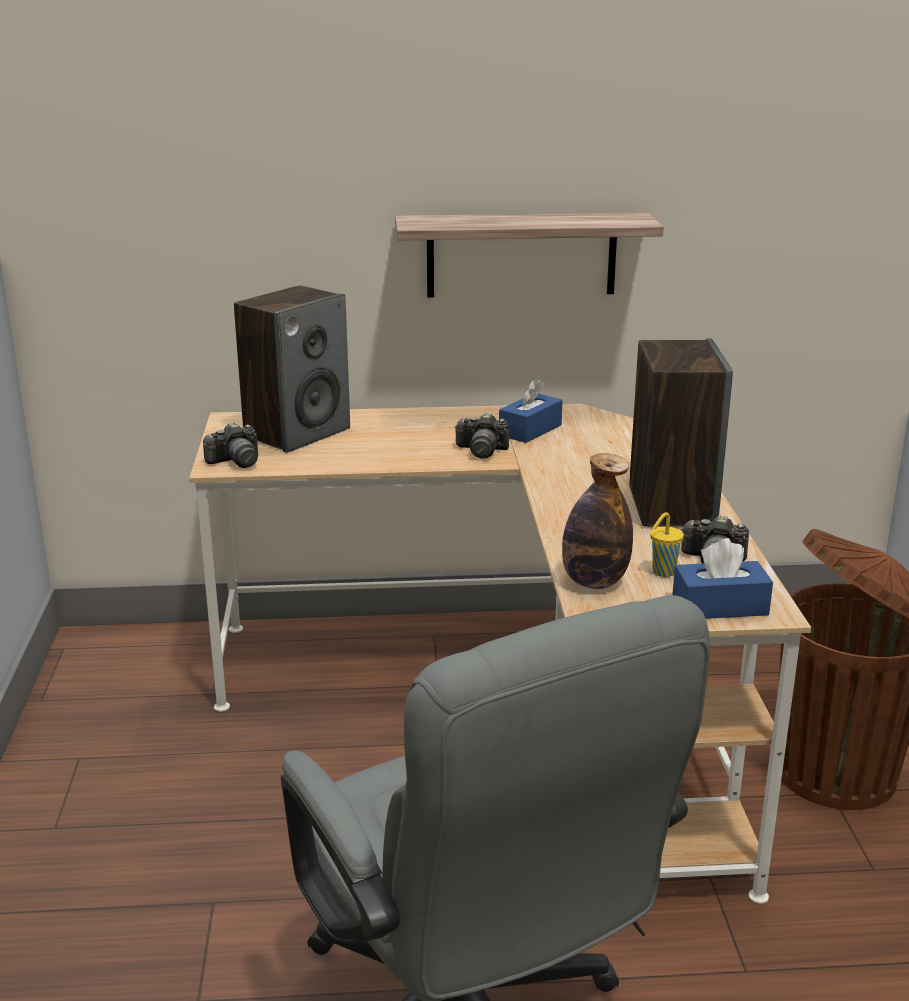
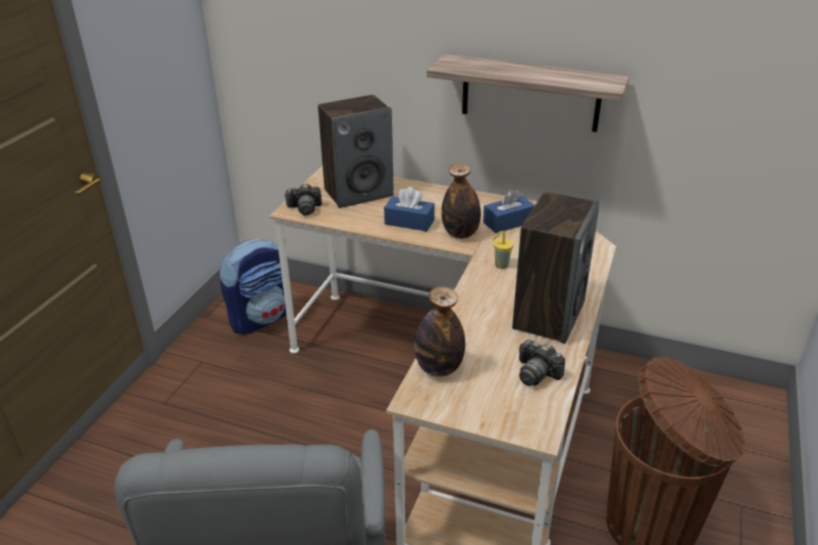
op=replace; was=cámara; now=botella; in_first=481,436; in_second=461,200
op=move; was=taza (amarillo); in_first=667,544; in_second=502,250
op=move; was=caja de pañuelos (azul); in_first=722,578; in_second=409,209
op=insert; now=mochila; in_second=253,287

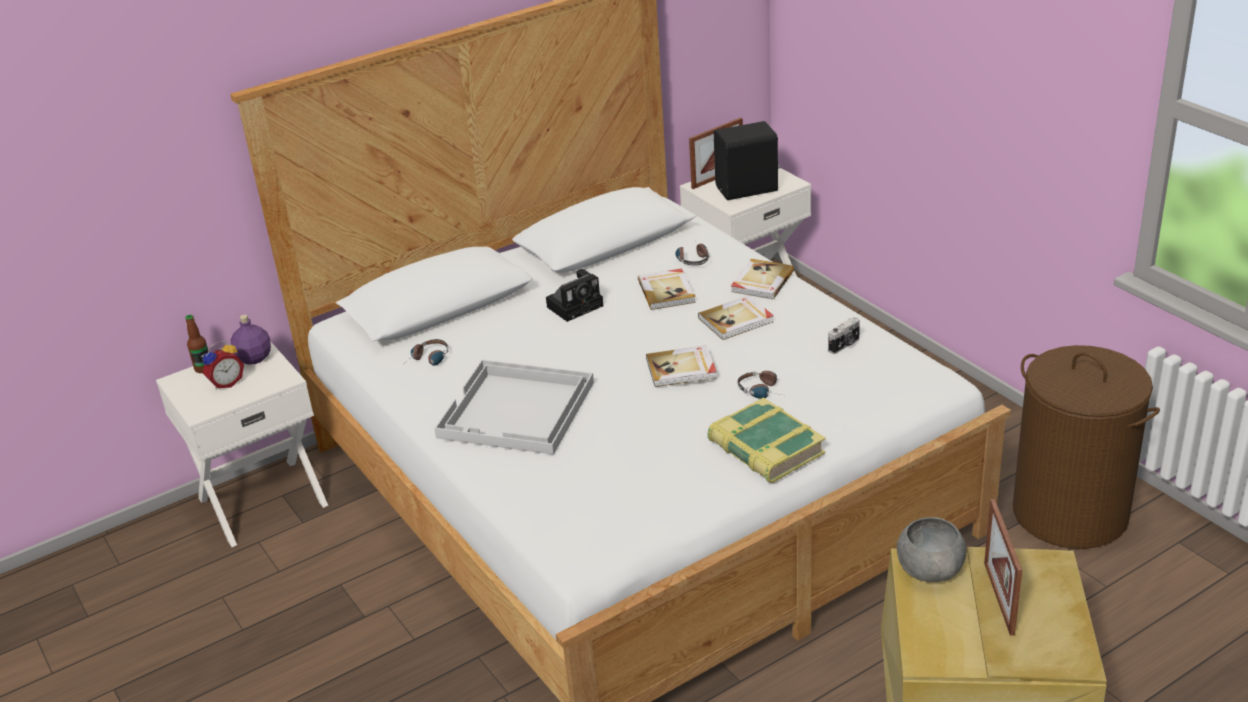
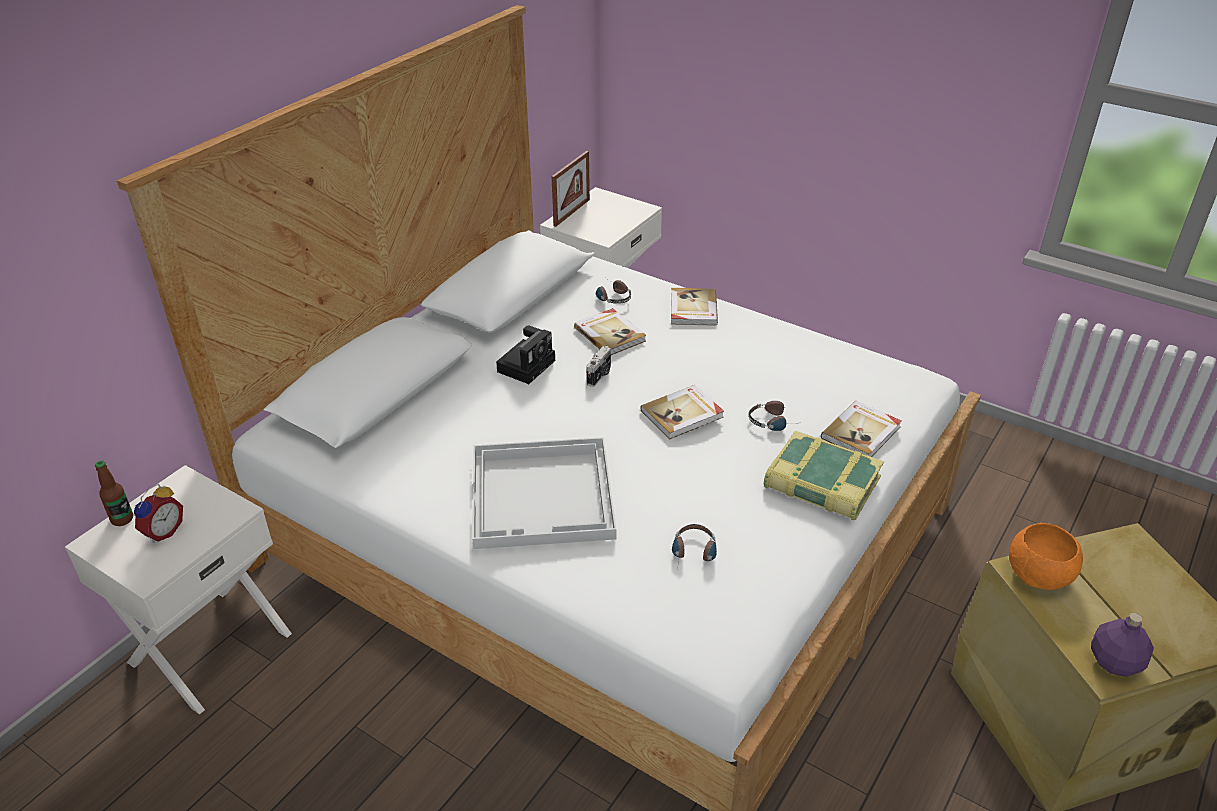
op=delete; was=altavoz (negro); in_first=747,160
op=move; was=libro; in_first=736,318; in_second=861,429
op=move; was=botella (morado); in_first=251,339; in_second=1122,645
op=move; was=cámara; in_first=844,335; in_second=598,366
op=move; was=auriculares; in_first=428,352; in_second=694,547
op=delete; was=cesto de la ropa (marrón); in_first=1086,447
op=delete; was=portarretratos; in_first=1003,567
op=recolor; was=cuenco (gris); now=cuenco (naranja); in_first=931,549; in_second=1046,556

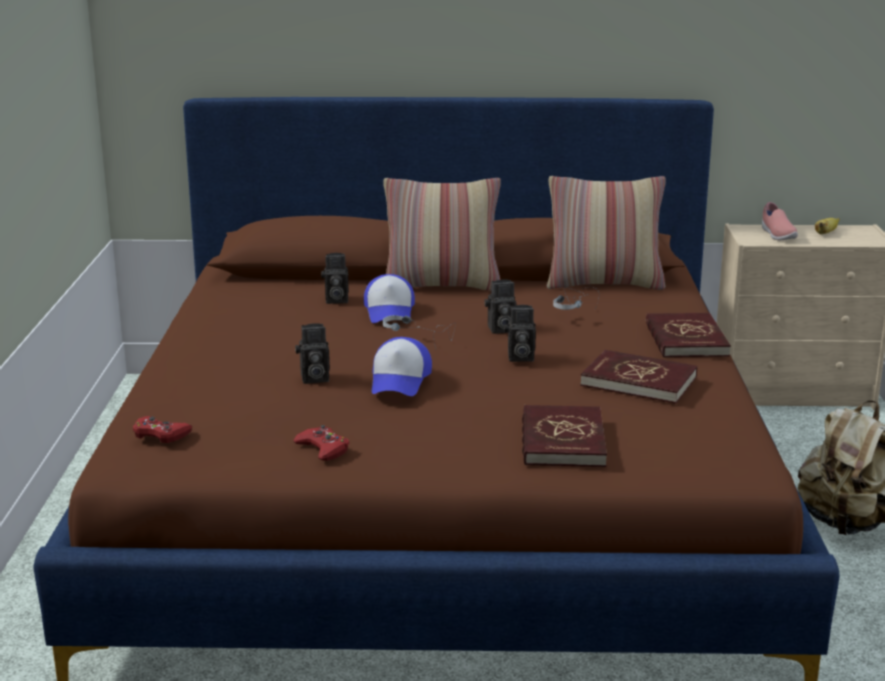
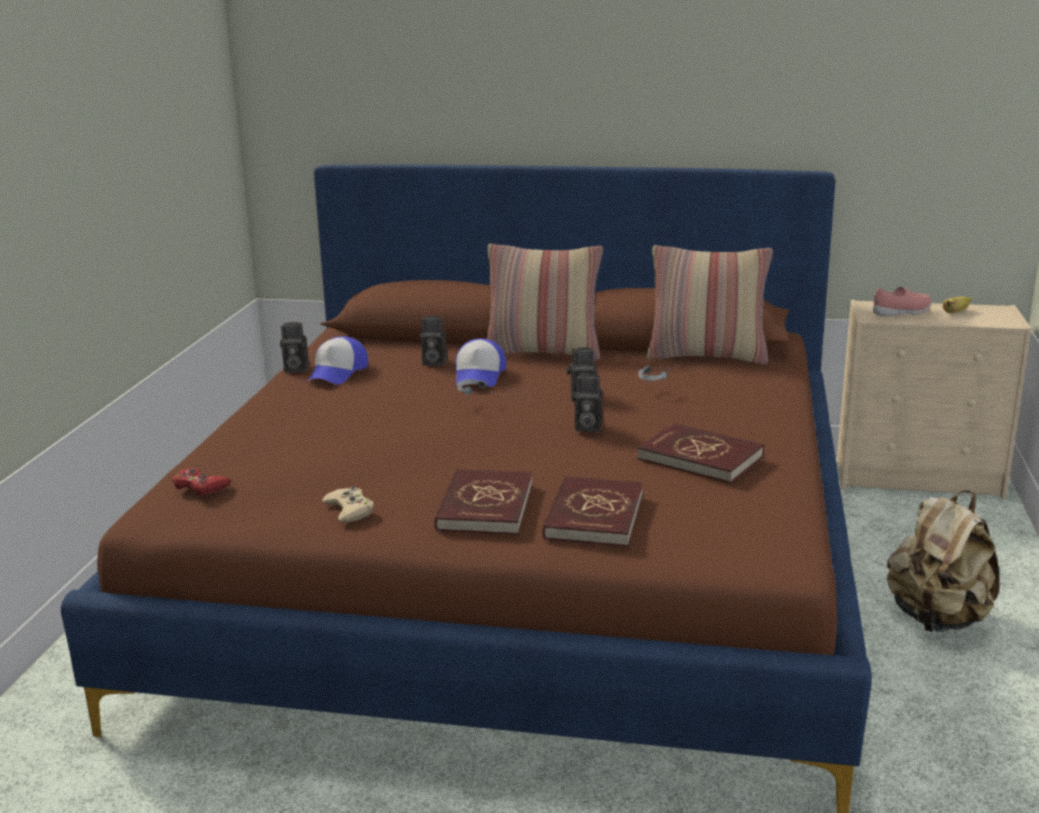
op=rotate; was=zapato (rosa); in_first=780,221; in_second=902,301; clockwise=-105
op=move; was=libro (rojo); in_first=688,335; in_second=483,502
op=move; was=cámara; in_first=312,353; in_second=294,347
op=move; was=gorra; in_first=402,366; in_second=338,360
op=recolor; was=mando de consola (rojo); now=mando de consola (beis); in_first=321,443; in_second=348,504

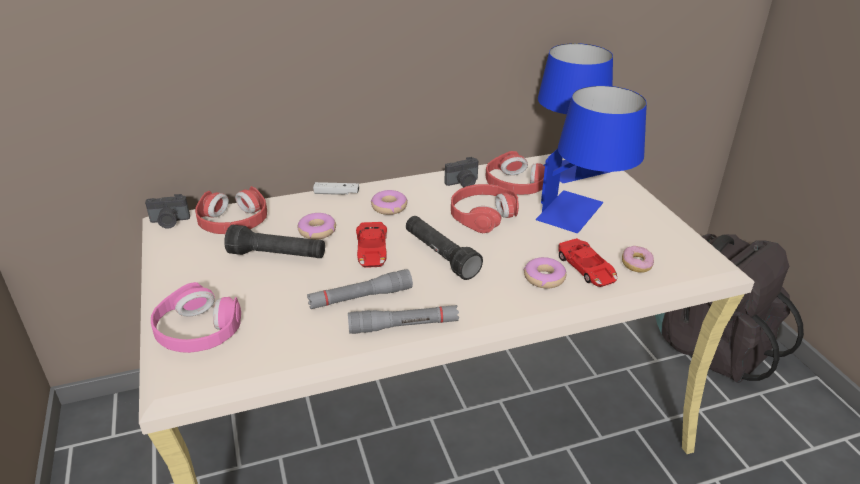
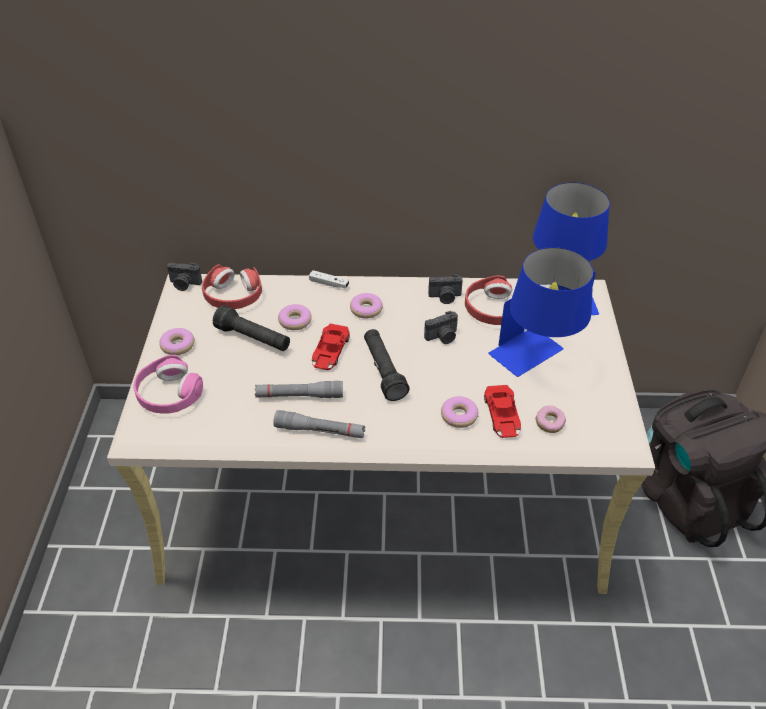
op=replace; was=auriculares (rojo); now=cámara; in_first=485,208; in_second=441,327
op=insert; now=rosquilla; in_second=177,341

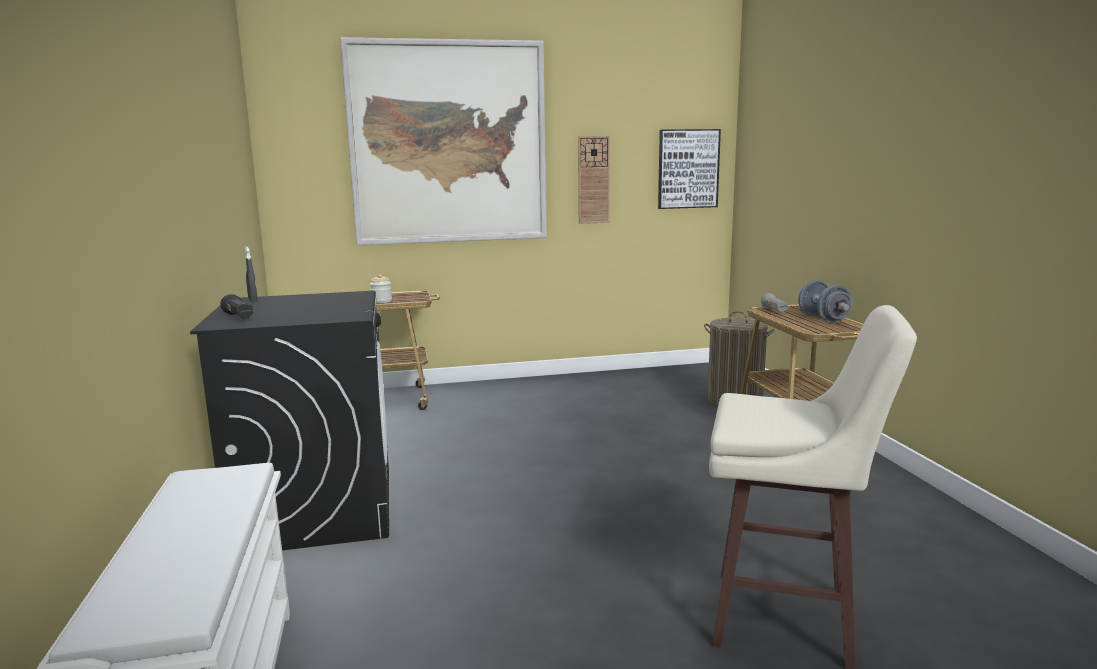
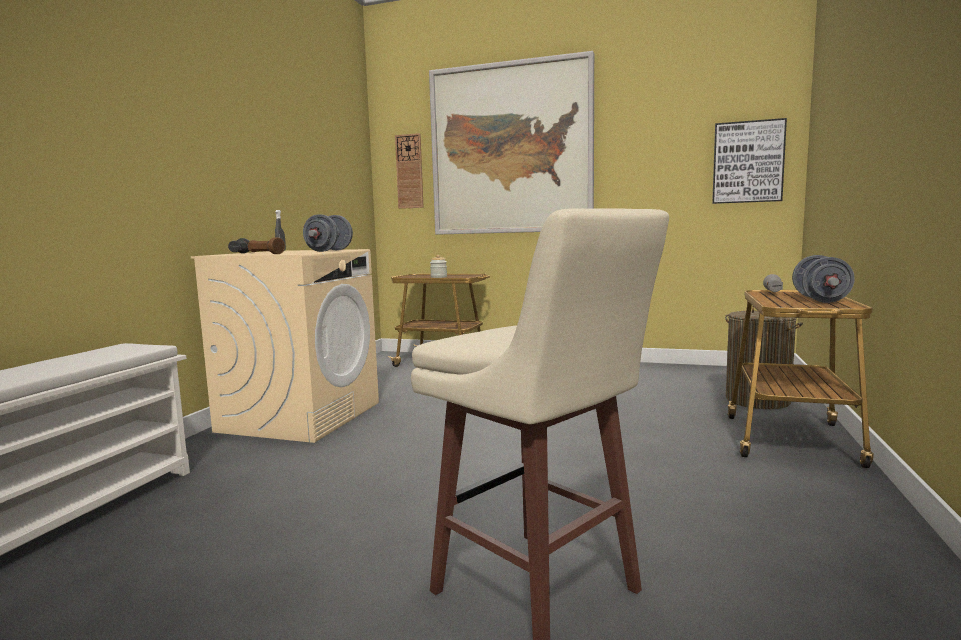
op=move; was=reloj de pared; in_first=594,180; in_second=409,171
op=recolor; was=lavadora (negro); now=lavadora (beis); in_first=289,420; in_second=285,346
op=insert; now=mancuerna (gris); in_second=328,233
op=insert; now=linterna (marrón); in_second=266,245

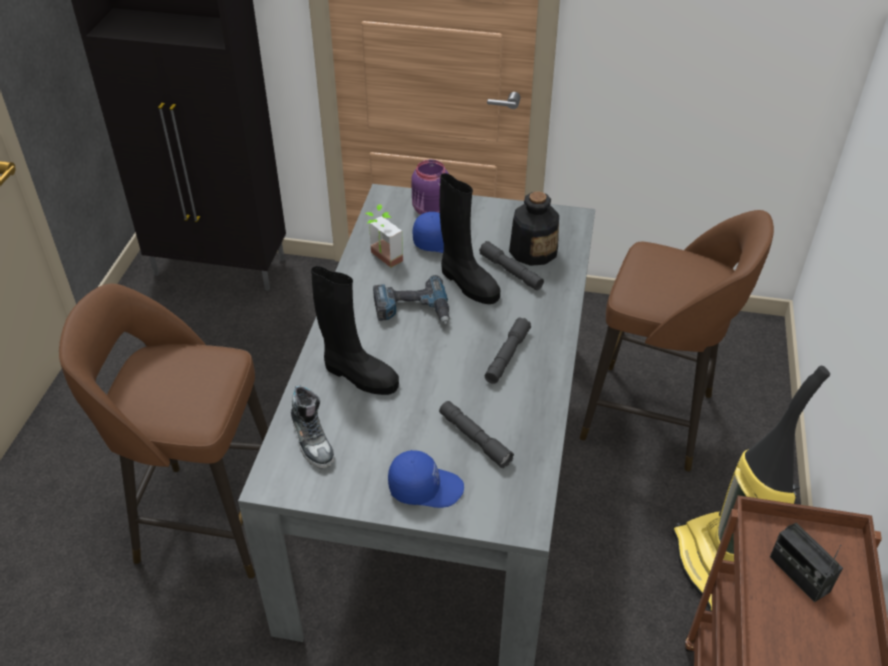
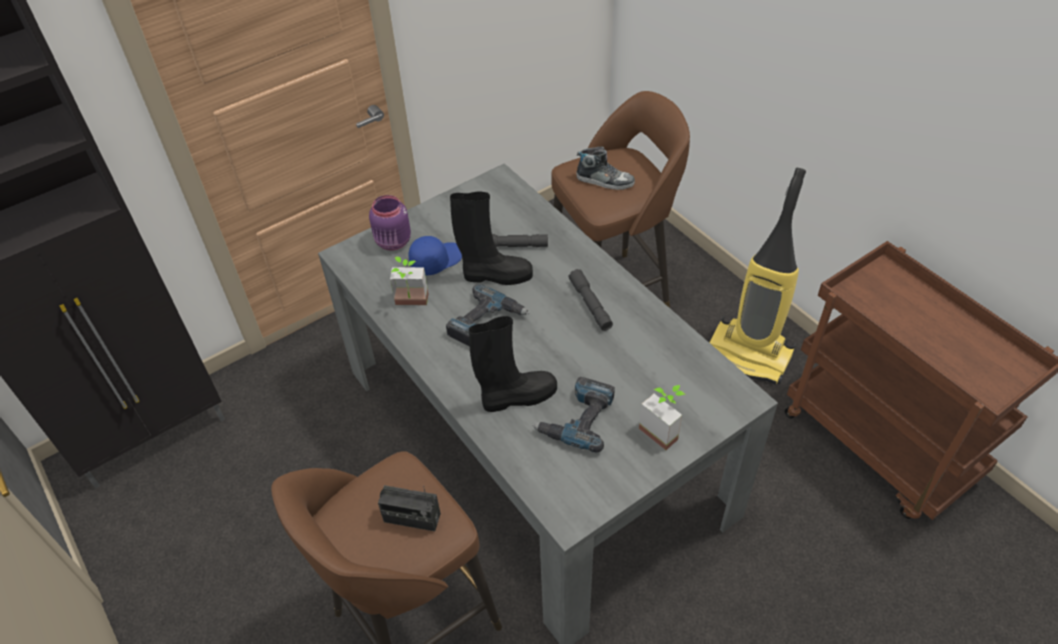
op=delete; was=botella; in_first=534,228
op=move; was=zapato; in_first=313,427; in_second=606,168
op=delete; was=linterna (gris); in_first=476,434
op=replace; was=gorra (azul); now=planta en maceta; in_first=426,479; in_second=662,417
op=move; was=radio; in_first=806,562; in_second=409,508
op=insert; now=taladro; in_second=573,414

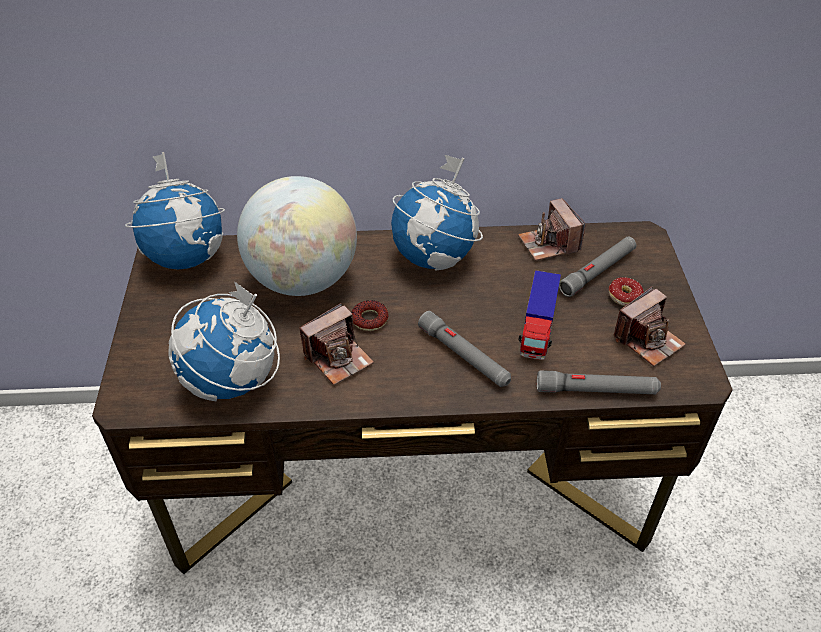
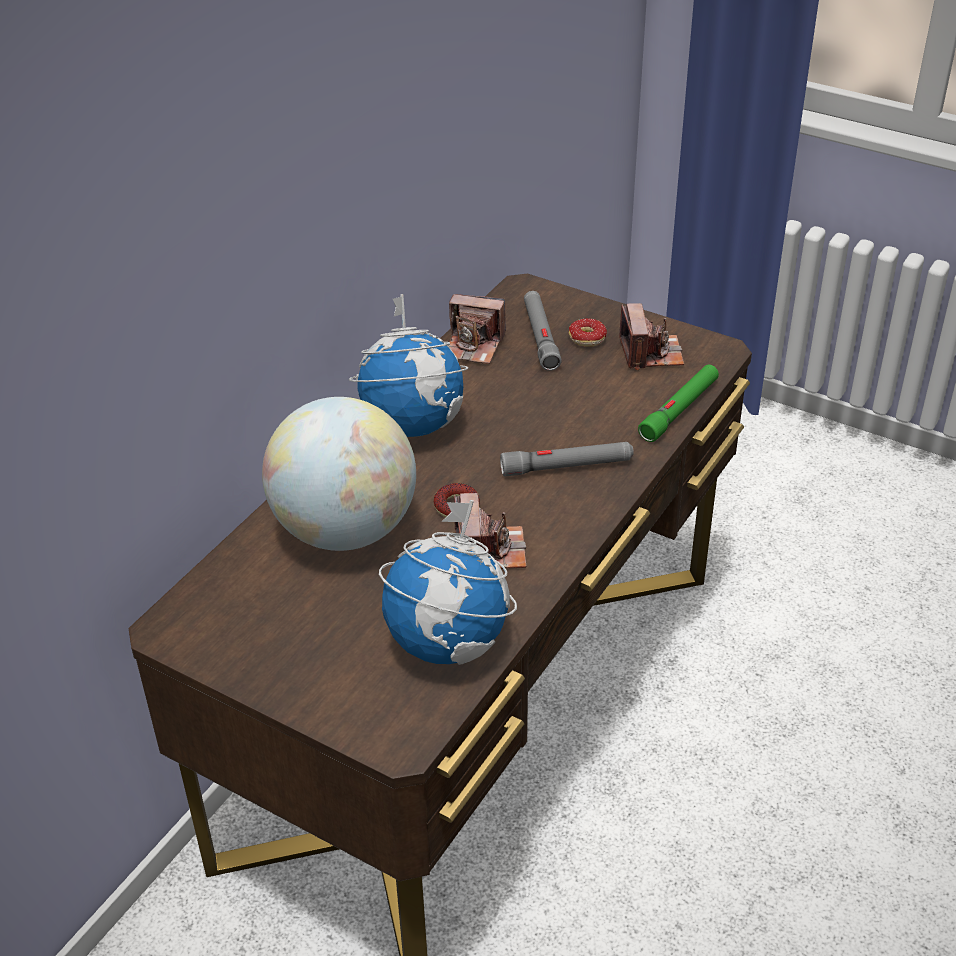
op=delete; was=globo terráqueo; in_first=175,211
op=delete; was=camión de juguete; in_first=539,315
op=recolor; was=linterna (gris); now=linterna (verde); in_first=599,382; in_second=678,403

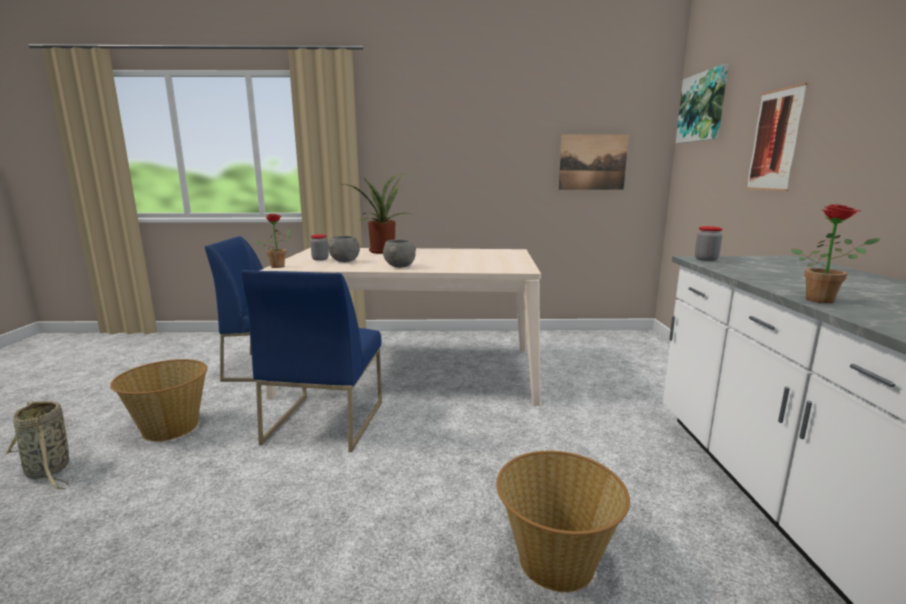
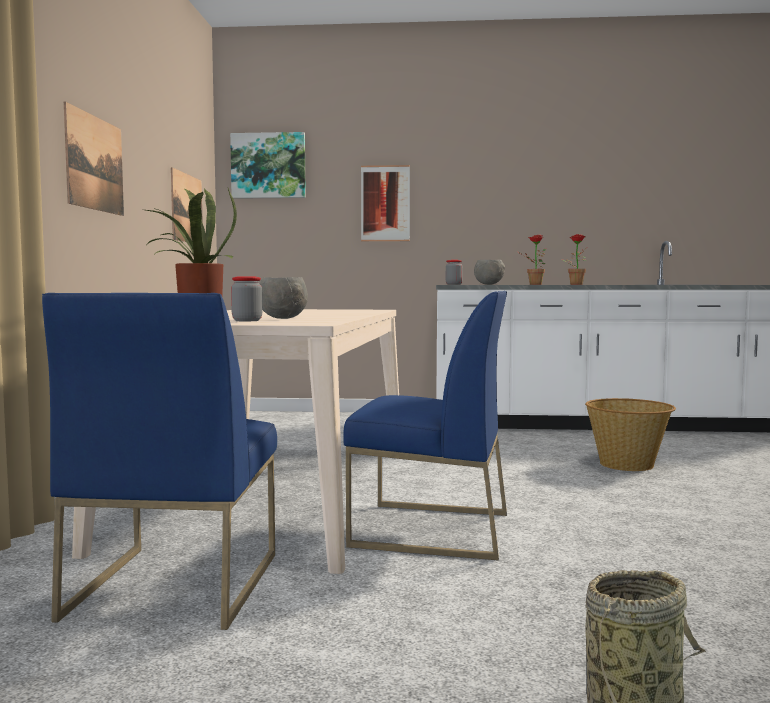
op=move; was=planta en maceta; in_first=273,241; in_second=532,260
op=move; was=cuenco (gris); in_first=399,253; in_second=489,272
op=delete; was=cesta; in_first=159,400
op=insert; now=cuadro; in_second=94,158

